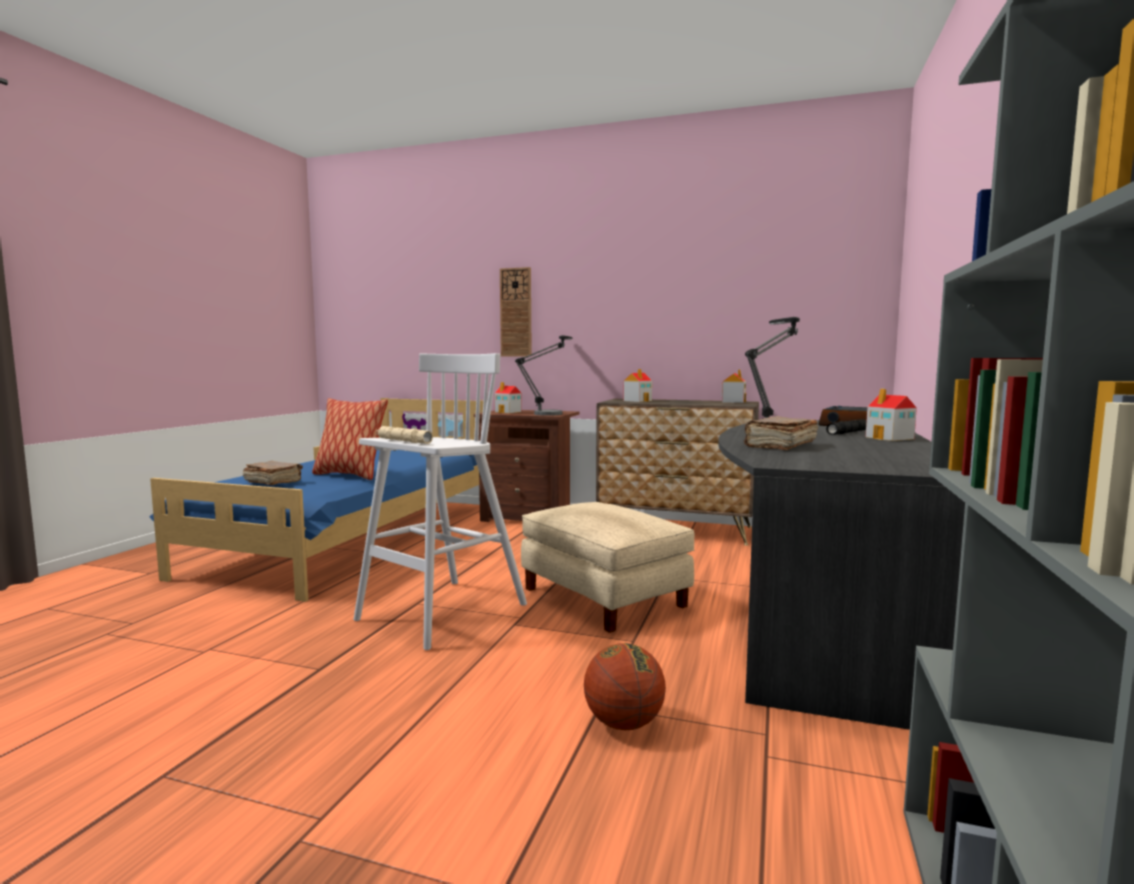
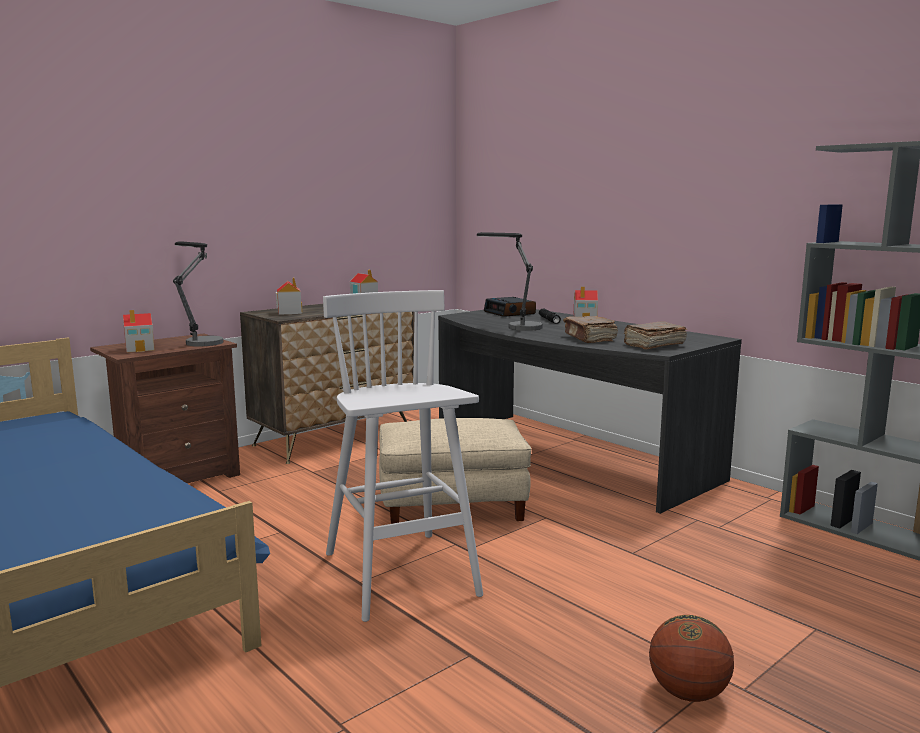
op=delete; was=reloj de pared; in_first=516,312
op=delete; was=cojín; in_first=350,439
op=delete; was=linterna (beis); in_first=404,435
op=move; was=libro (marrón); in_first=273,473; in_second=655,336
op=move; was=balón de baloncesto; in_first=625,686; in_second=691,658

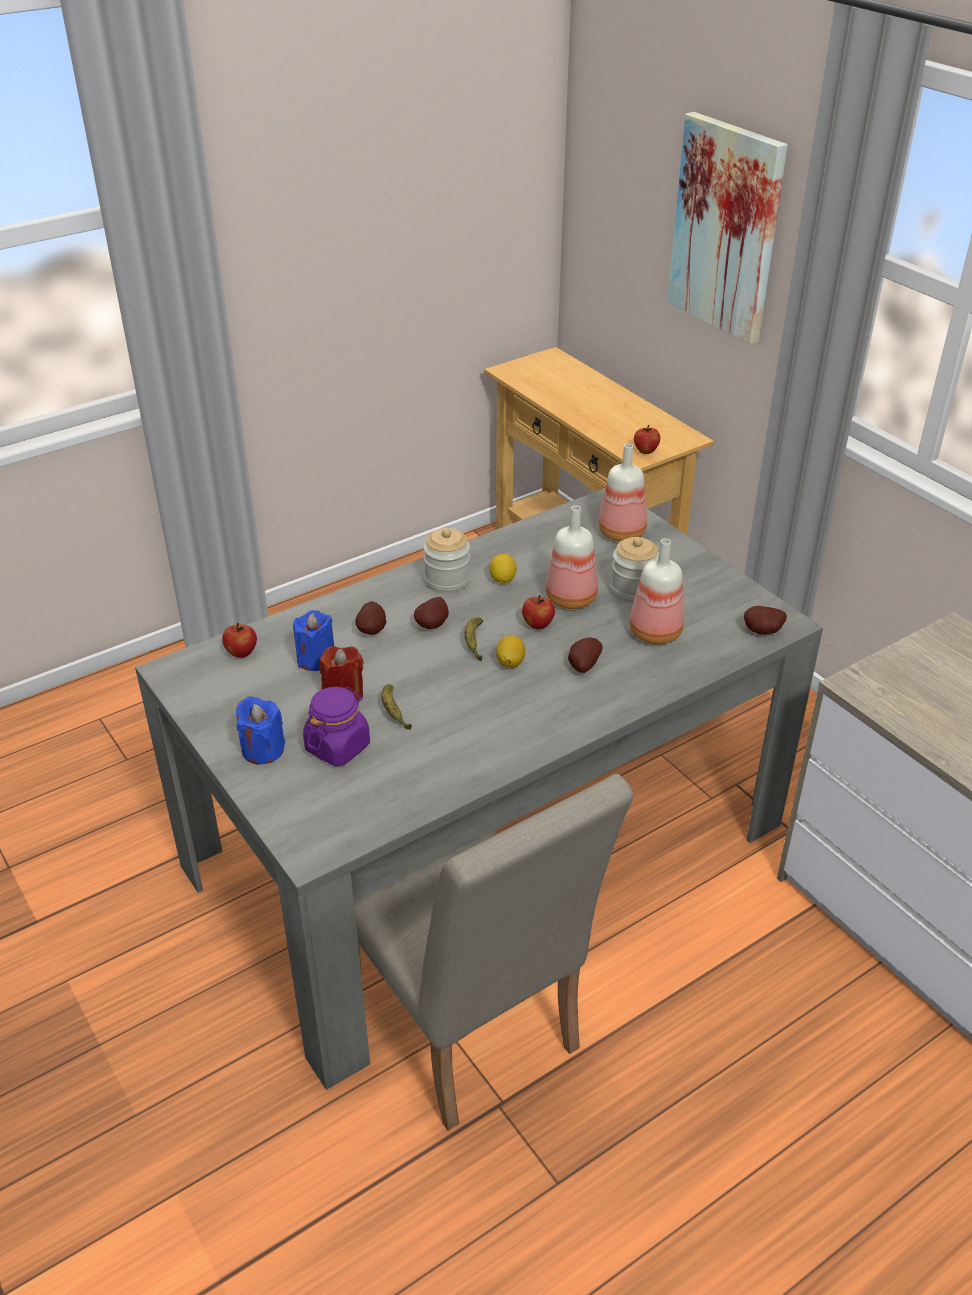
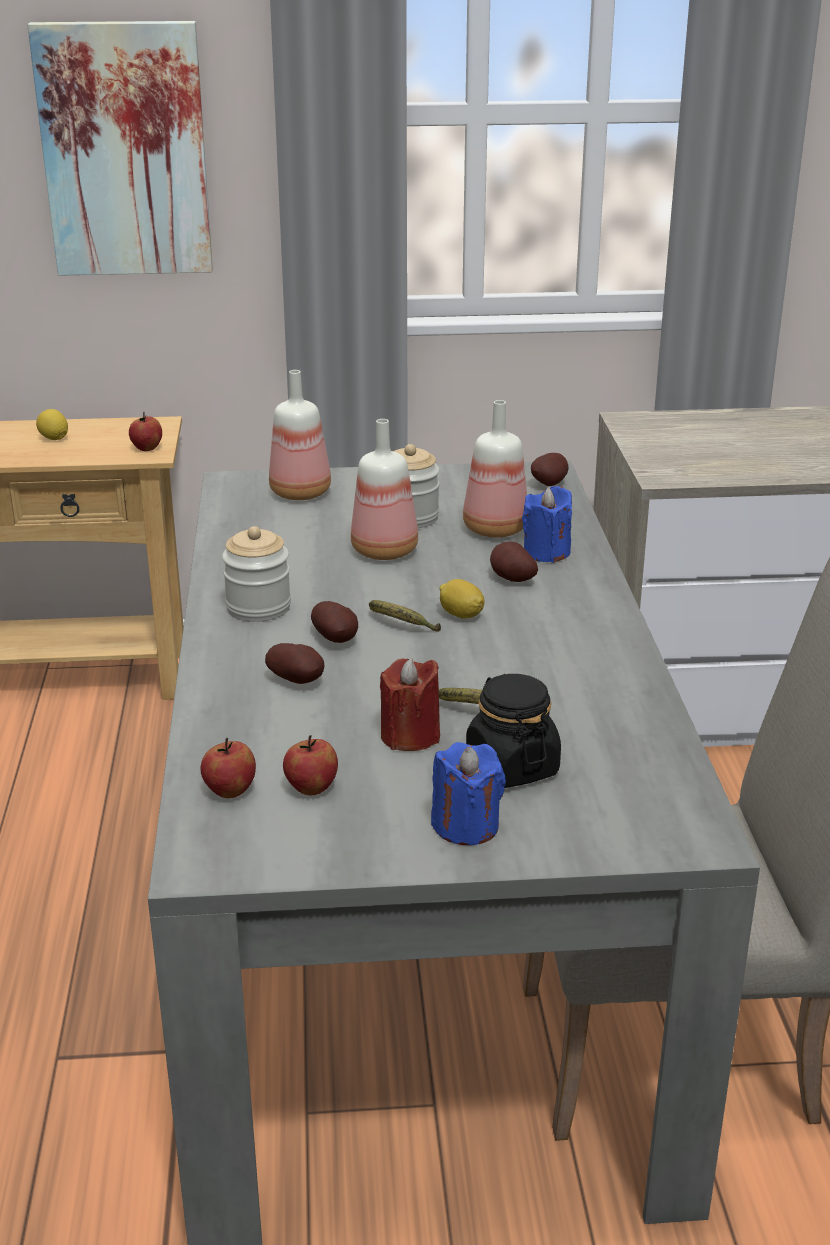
op=move; was=limón; in_first=503,569; in_second=52,424
op=move; was=manzana; in_first=538,612; in_second=310,765
op=move; was=vela (azul); in_first=313,640; in_second=547,524
op=recolor; was=tarro (morado); now=tarro (negro); in_first=336,726; in_second=513,731

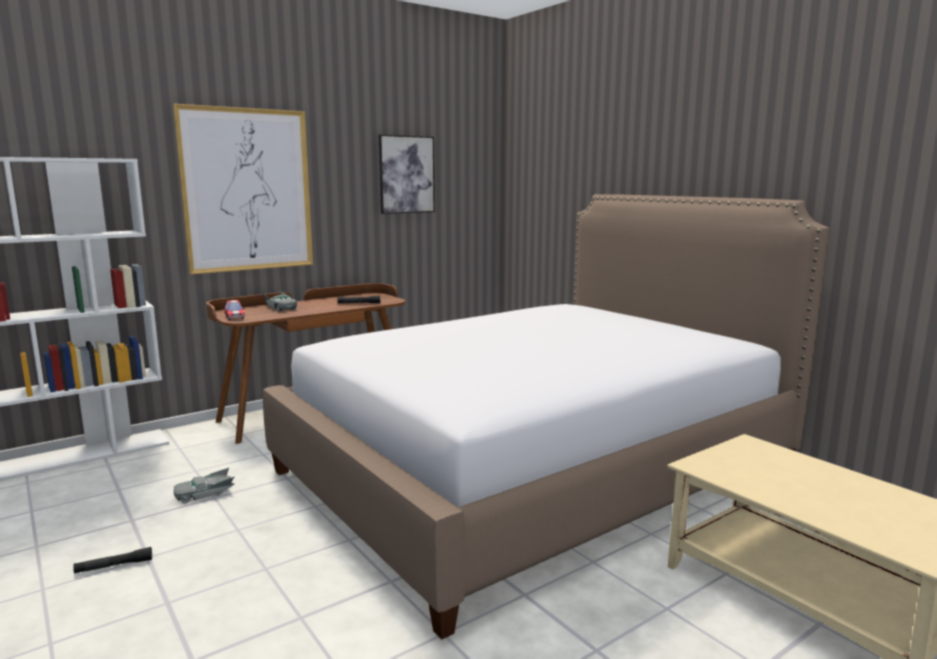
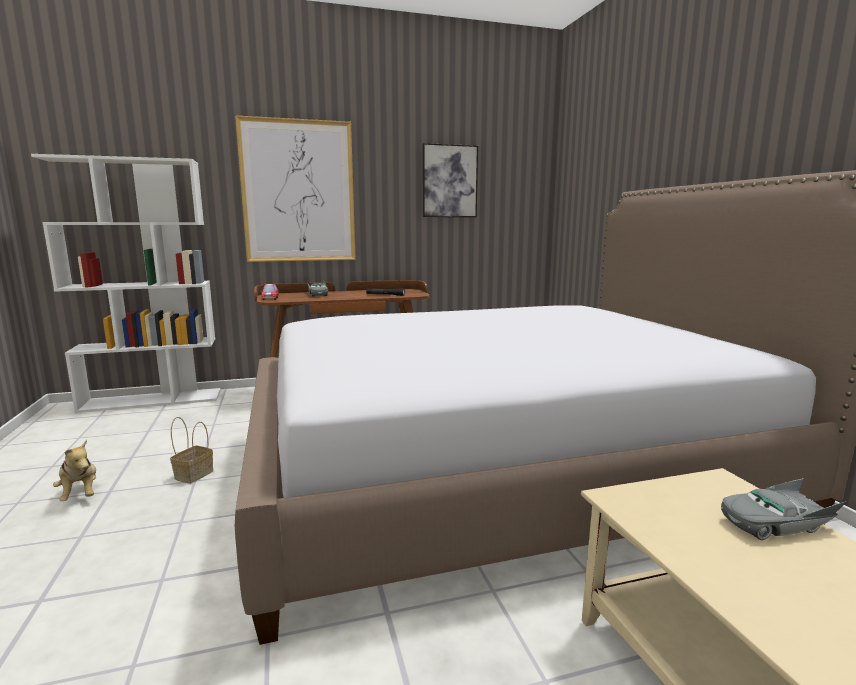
op=move; was=coche de juguete (gris); in_first=204,485; in_second=784,509
op=replace; was=linterna (negro); now=peluche; in_first=112,560; in_second=74,470
op=insert; now=cesta; in_second=191,450

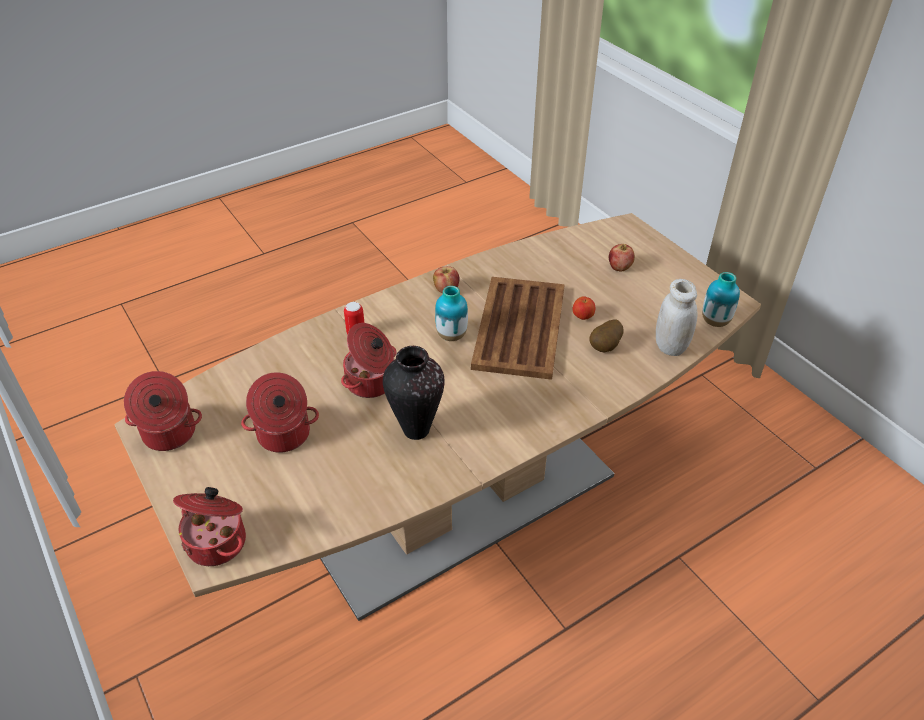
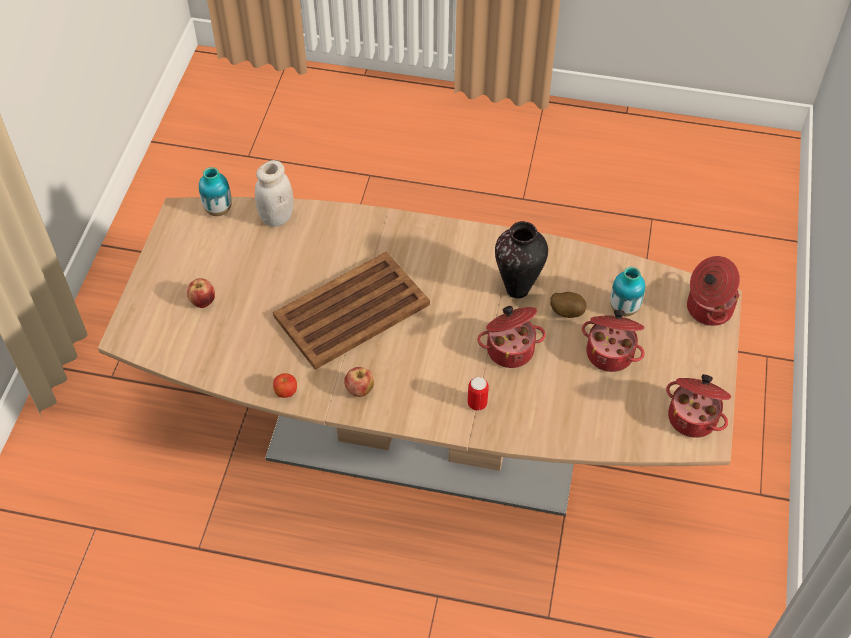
op=move; was=florero; in_first=451,313; in_second=627,291
op=move; was=manzana; in_first=584,308; in_second=285,385
op=move; was=patata; in_first=607,335; in_second=568,305

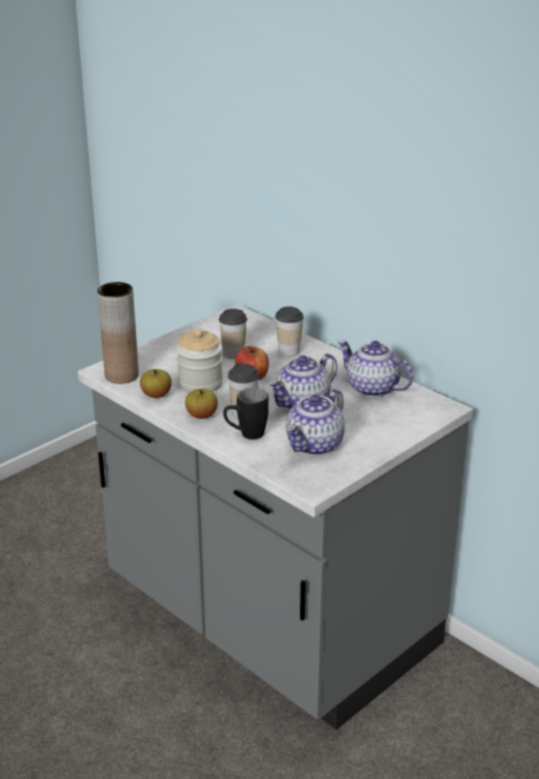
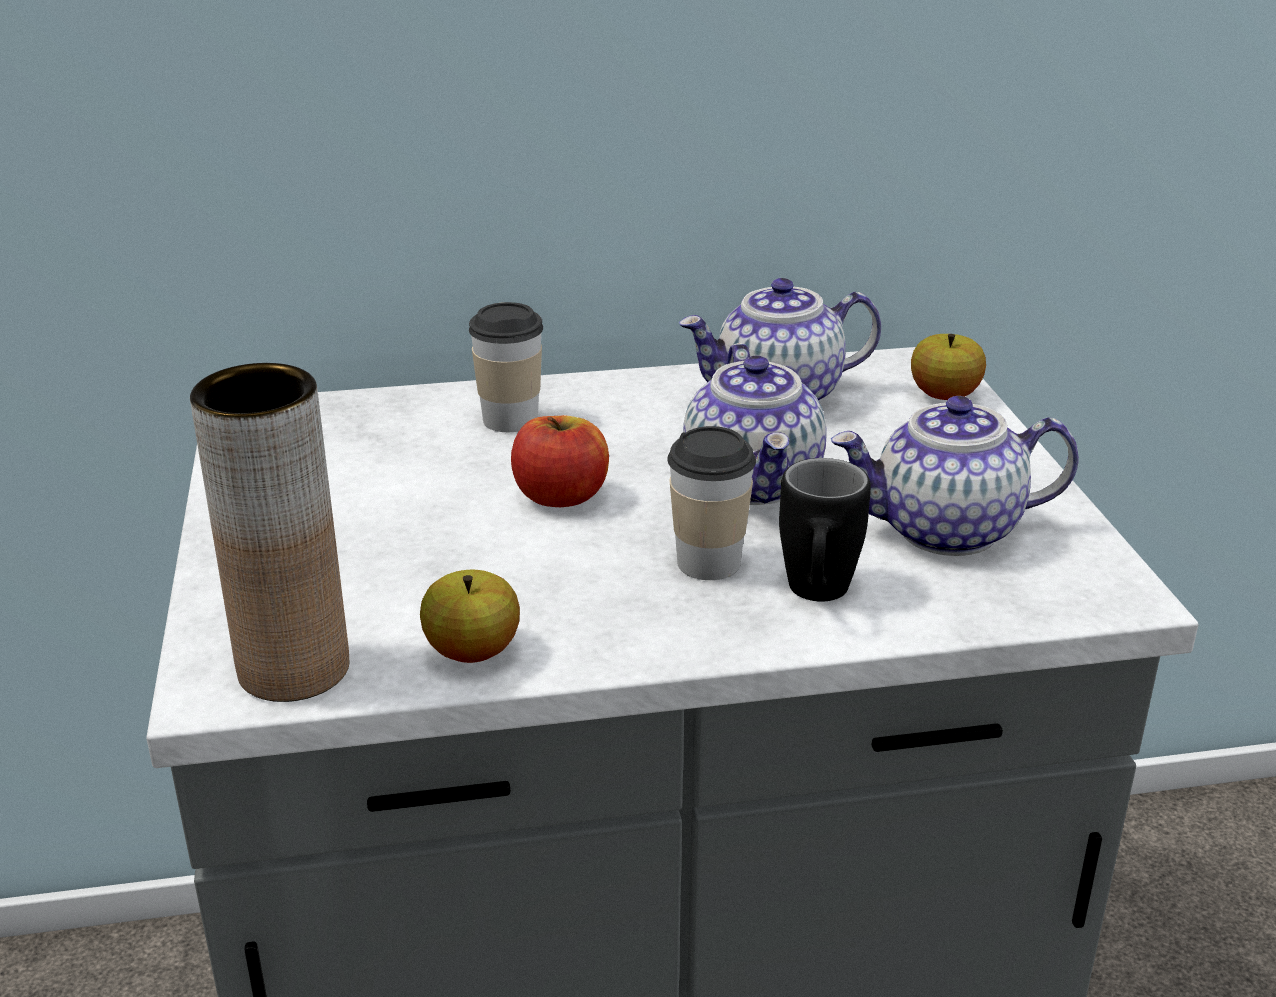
op=delete; was=taza; in_first=233,334
op=delete; was=tarro; in_first=199,361
op=move; was=manzana; in_first=201,404; in_second=948,367
op=rotate; was=tetera; in_first=315,422; in_second=955,476; clockwise=105

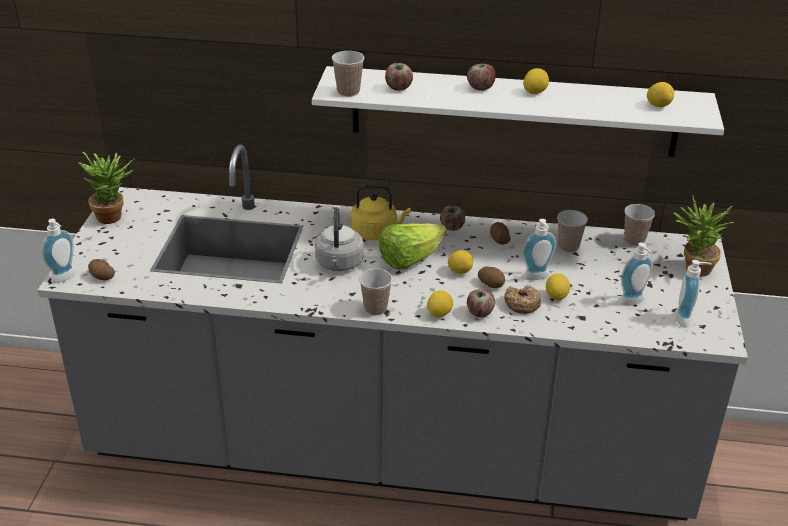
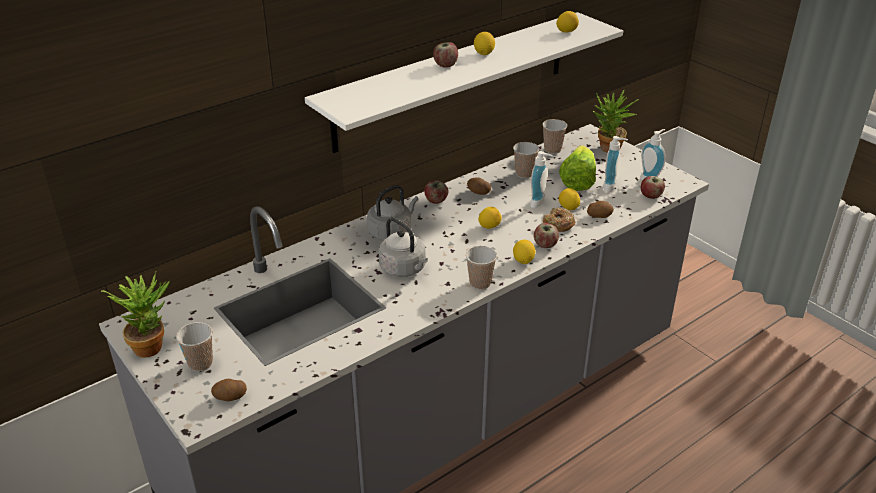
op=move; was=taza; in_first=348,74; in_second=194,347
op=move; was=manzana; in_first=399,77; in_second=653,187
op=recolor; was=hervidor (amarillo); now=hervidor (gris); in_first=381,212; in_second=392,213
op=delete; was=dispensador de jabón; in_first=59,251
op=move; was=lechuga; in_first=413,246; in_second=577,168
op=move; was=patata; in_first=491,277; in_second=600,209

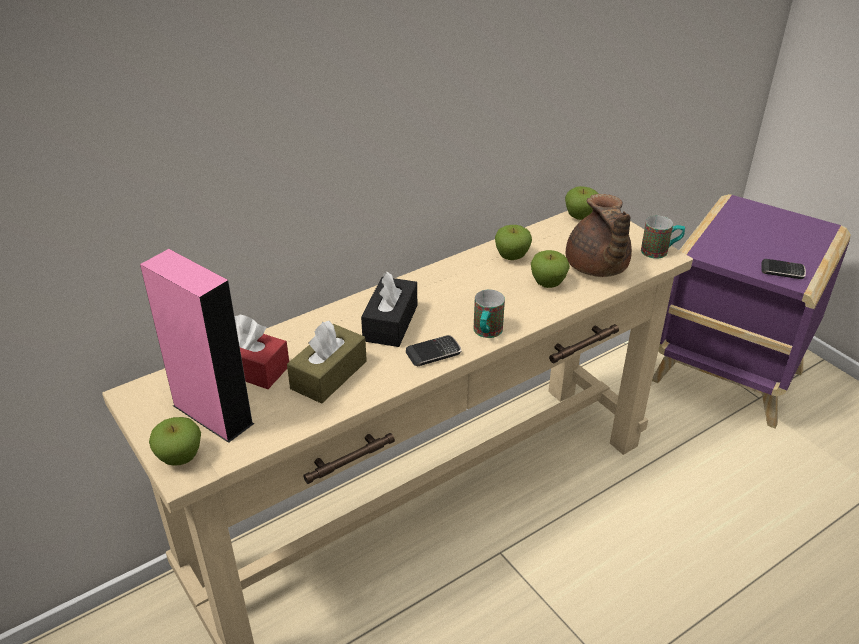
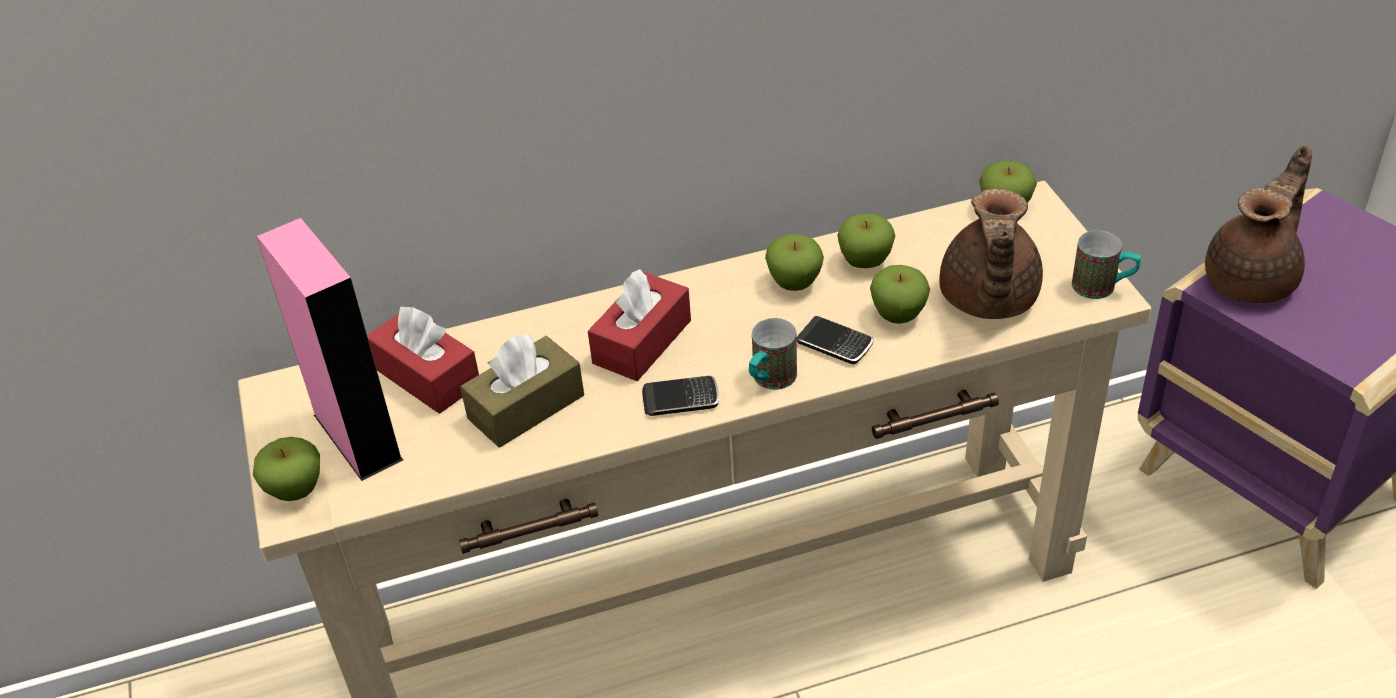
op=move; was=móvil; in_first=784,269; in_second=835,340
op=recolor; was=caja de pañuelos (negro); now=caja de pañuelos (rojo); in_first=389,309; in_second=639,325
op=insert; now=tetera (marrón); in_second=1258,224
op=insert; now=manzana; in_second=794,262

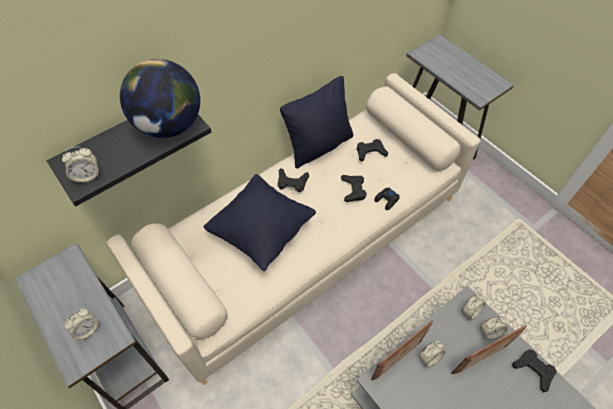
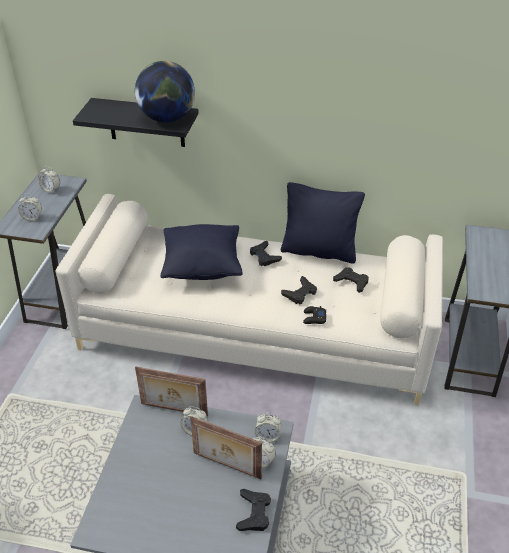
op=move; was=despertador; in_first=80,164; in_second=49,179

